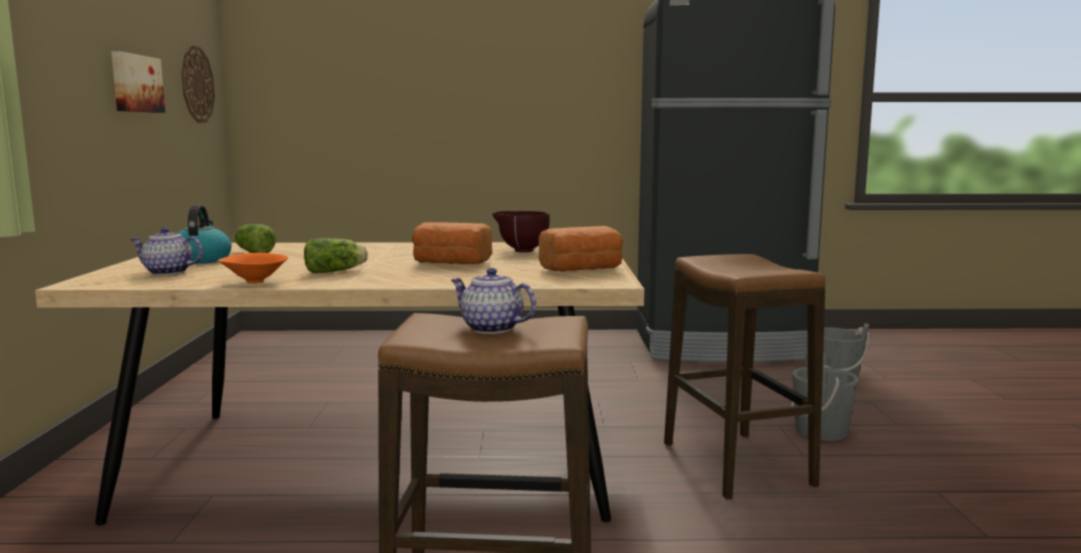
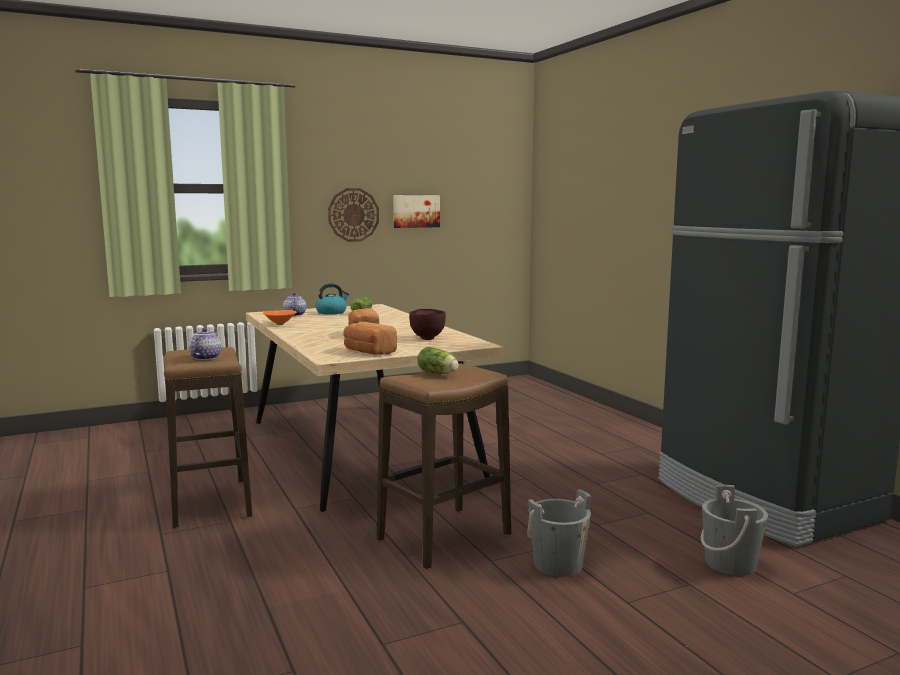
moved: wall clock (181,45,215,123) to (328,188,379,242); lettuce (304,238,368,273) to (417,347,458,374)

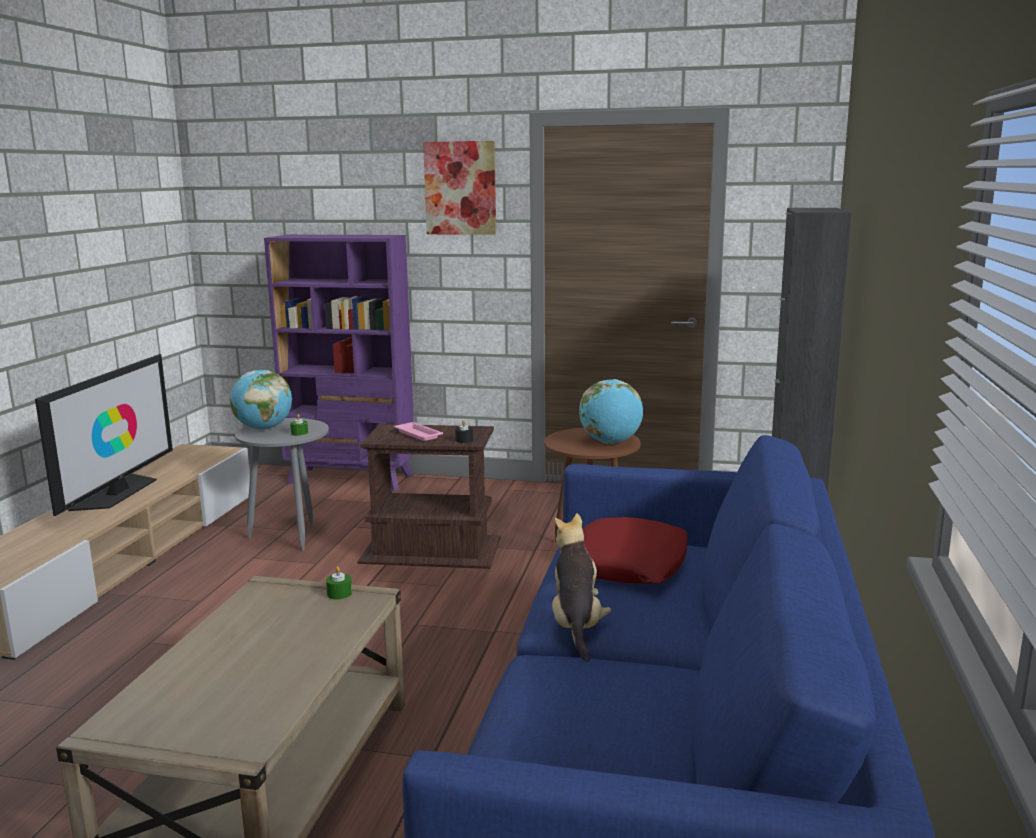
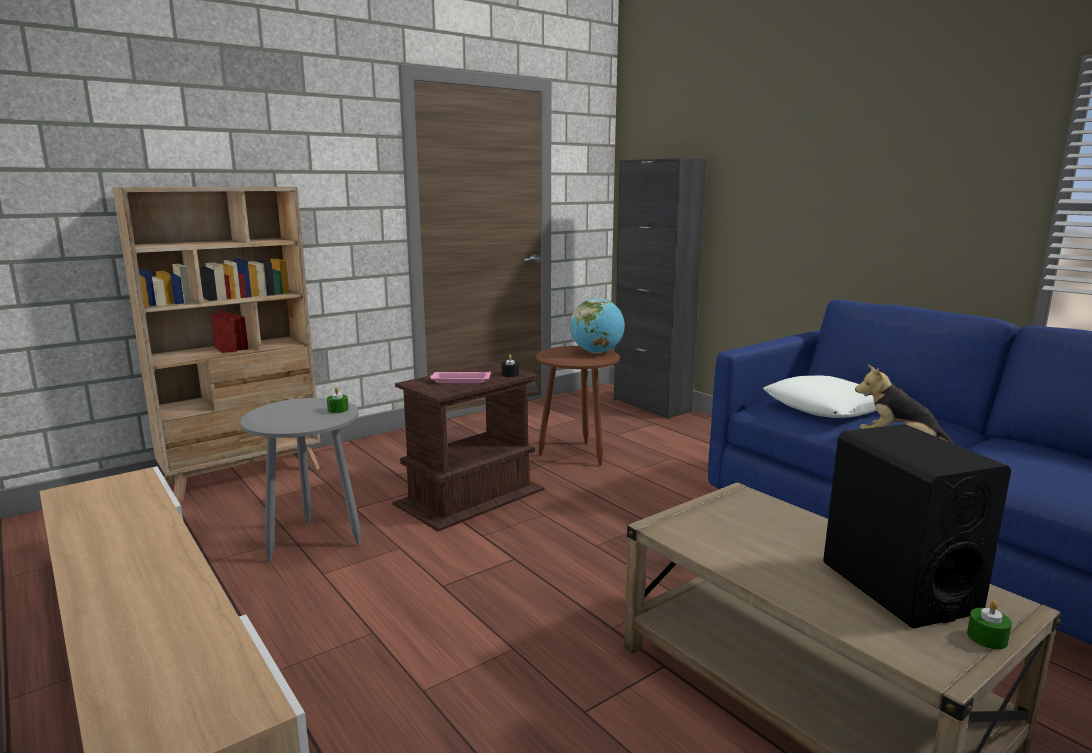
removed: picture (423,141,496,235); television (35,354,173,516); globe (230,370,292,430)
added: black speaker (823,424,1011,629)
moved: green candle (326,566,352,599) to (967,601,1012,649)
recoloured: purple bookcase (264,235,414,491) to beige bookcase (113,187,320,503); red pillow (582,517,688,584) to white pillow (763,375,877,418)

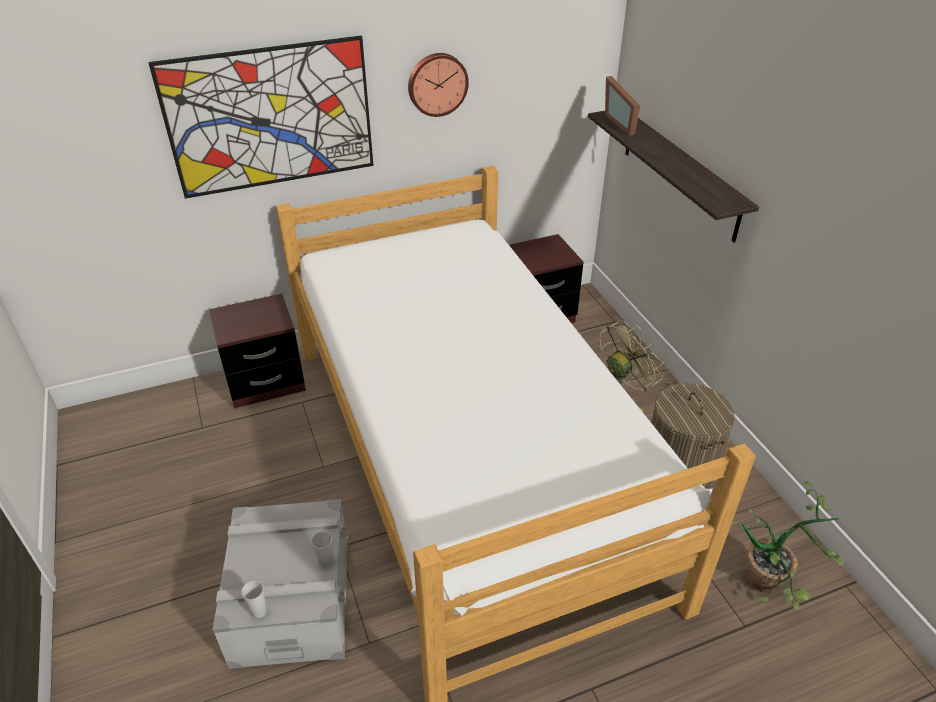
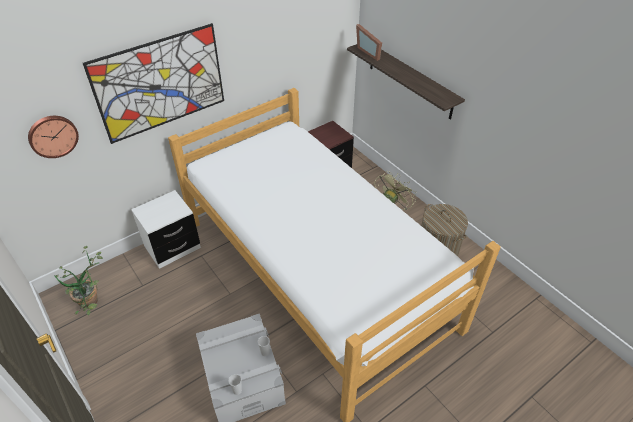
moved: wall clock (408,53,469,117) to (28,116,79,158); potted plant (731,481,844,611) to (55,246,103,315)
recoloured: brown nightstand (209,294,306,408) to white nightstand (131,190,201,269)

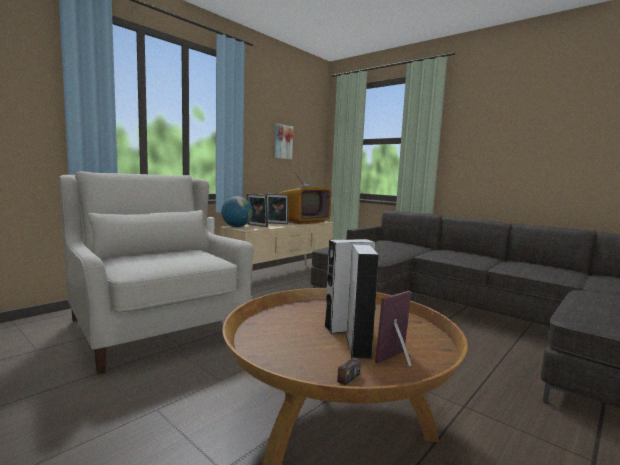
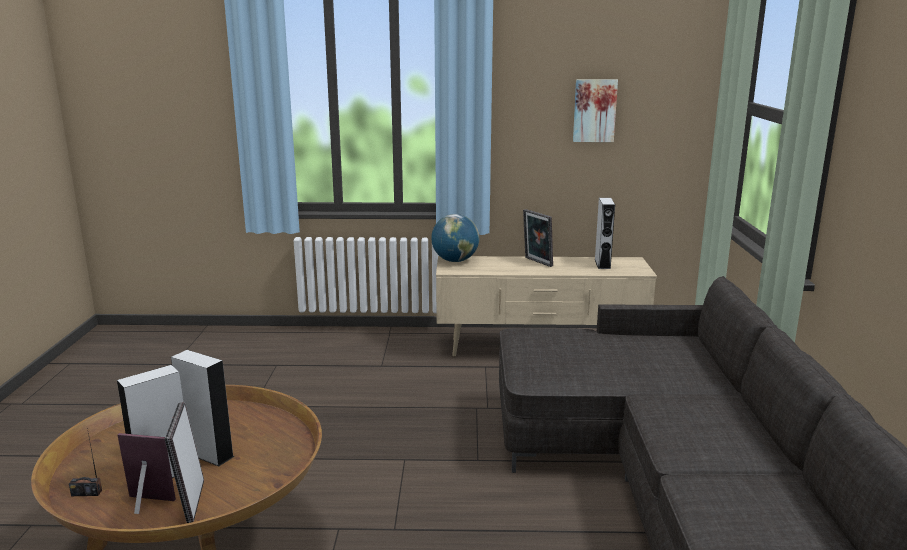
removed: white armchair (59,171,254,374)
moved: picture frame (247,194,268,227) to (165,402,204,523)
replaced: television (279,171,332,224) to grey speaker (595,198,615,269)

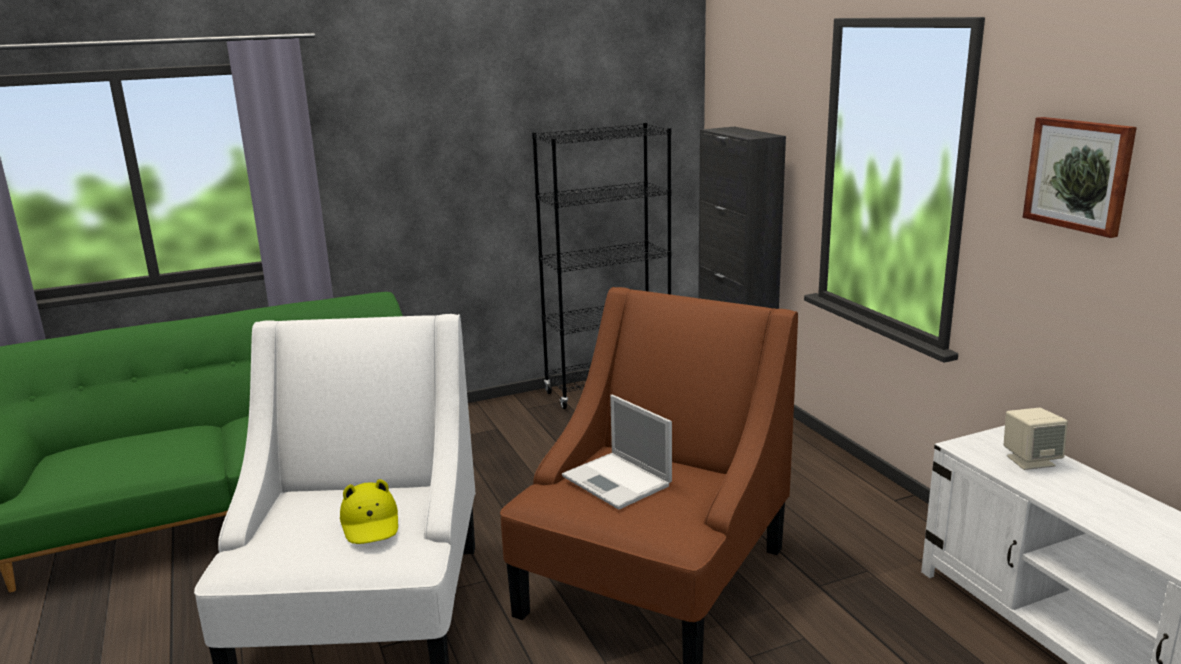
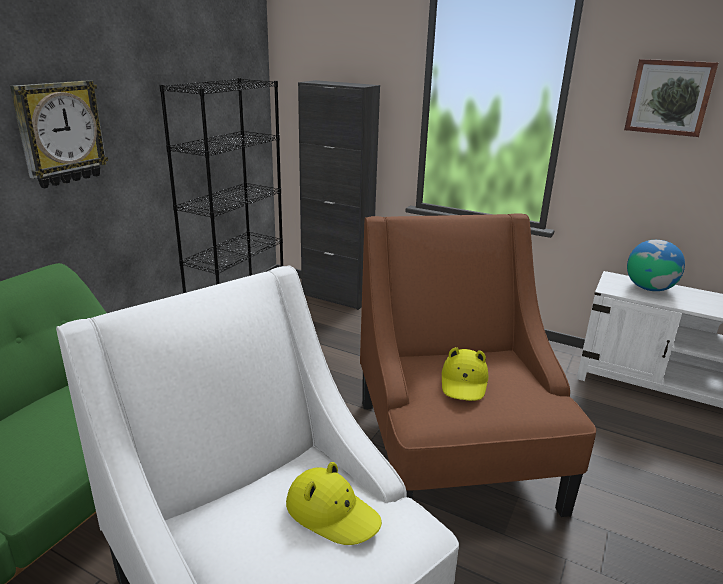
added: wall clock (10,80,108,188)
replaced: laptop (562,395,672,510) to yellow hat (442,347,488,401); beige speaker (1003,408,1068,470) to globe (627,240,685,291)

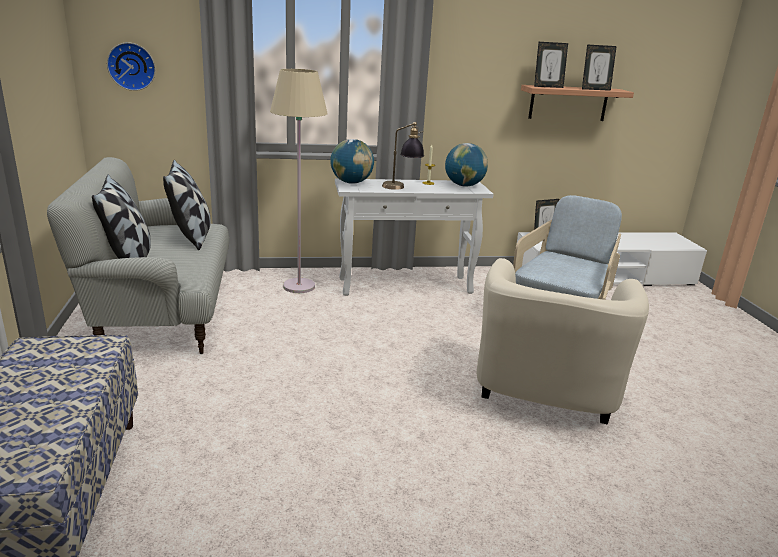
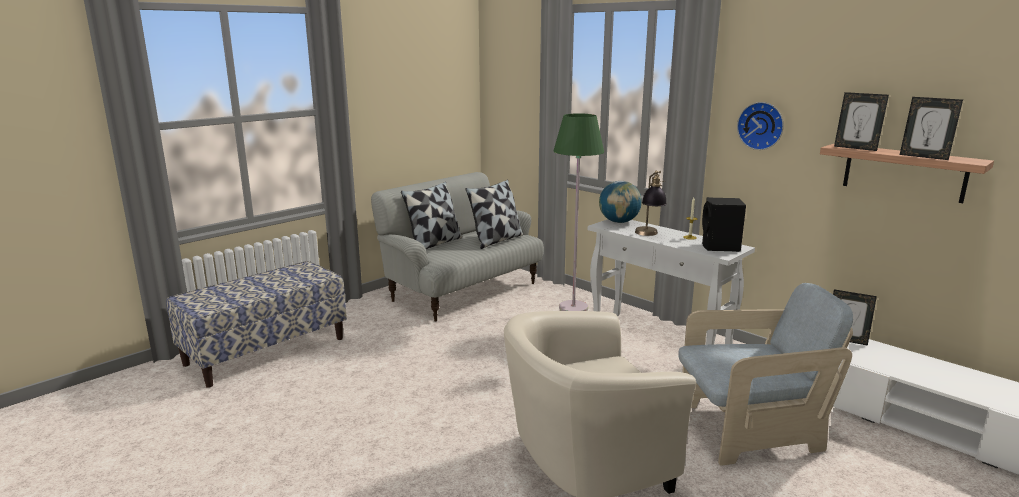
moved: wall clock (107,42,156,91) to (737,102,784,150)
replaced: globe (445,143,488,187) to black speaker (702,197,746,252)
recoloured: beige floor lamp (270,69,328,293) to green floor lamp (554,114,604,311)

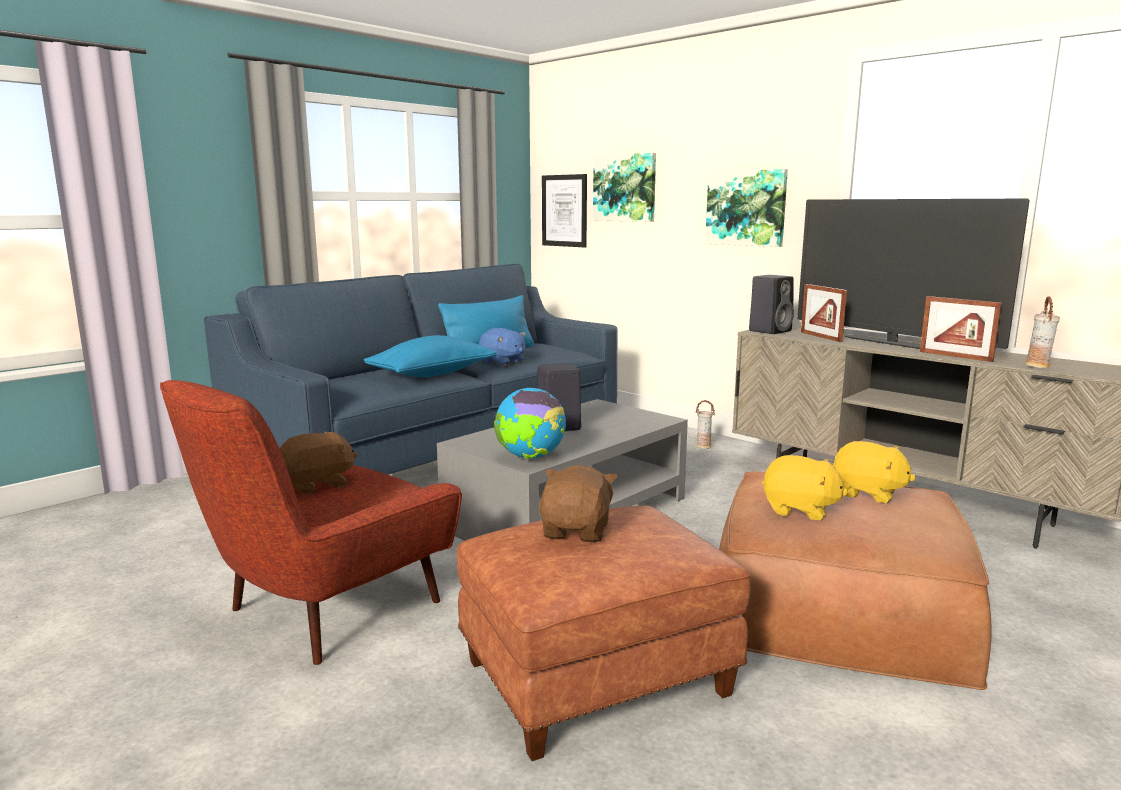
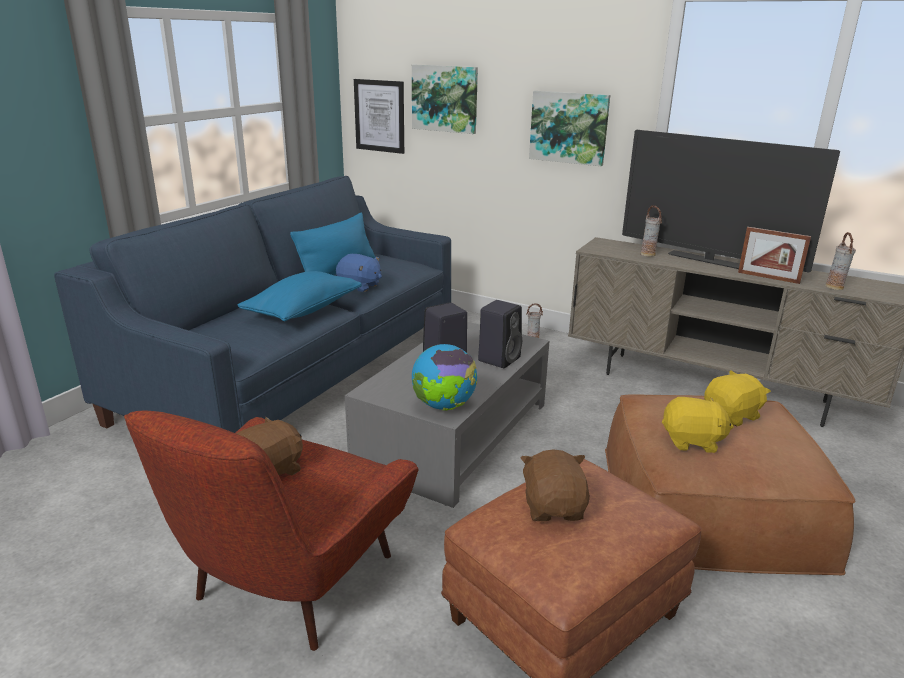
moved: black speaker (749,275,794,334) to (478,300,522,368)
replaced: picture frame (801,284,847,342) to vase (641,206,662,257)
turned: yellow plush toy (832,441,916,503) = (704,370,771,426) 45 degrees counterclockwise

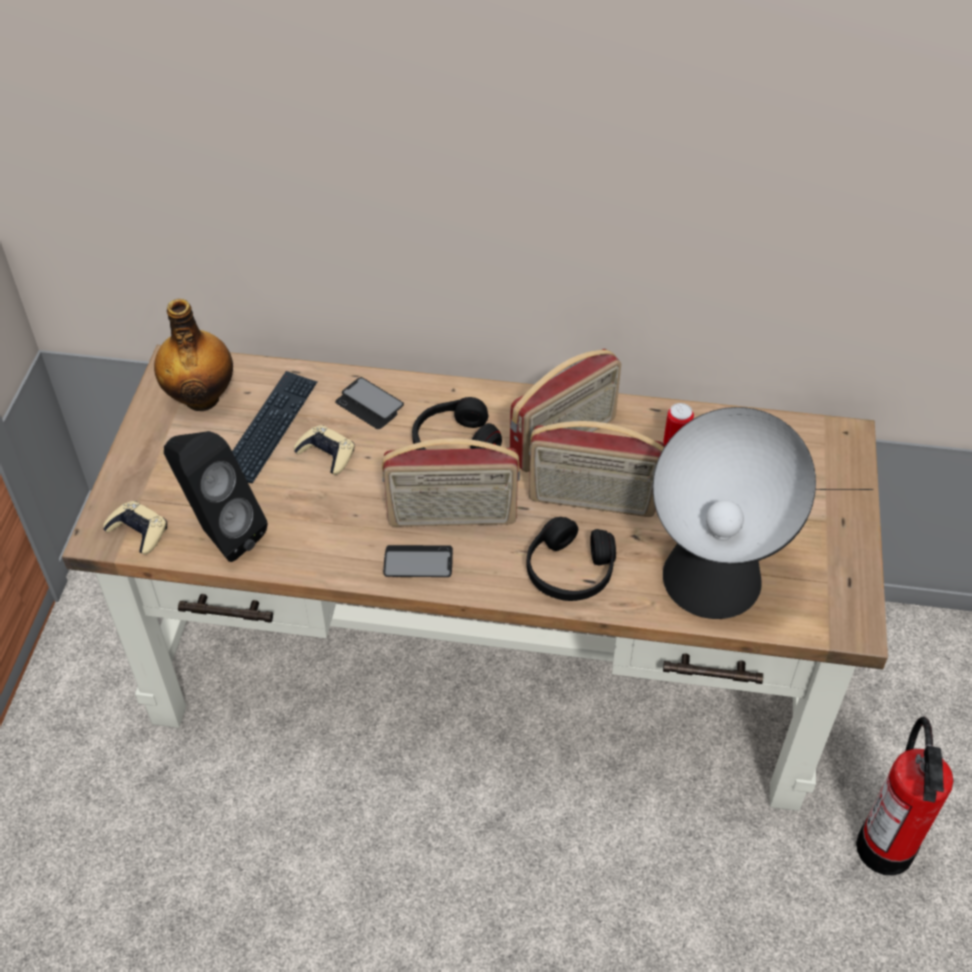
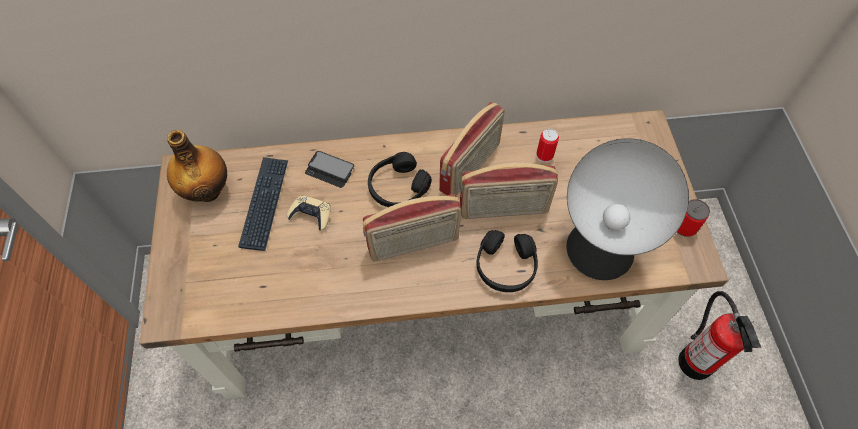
removed: black speaker (164,431,268,562); beige game controller (103,501,167,555); phone (383,545,453,577)
added: can (677,199,710,237)

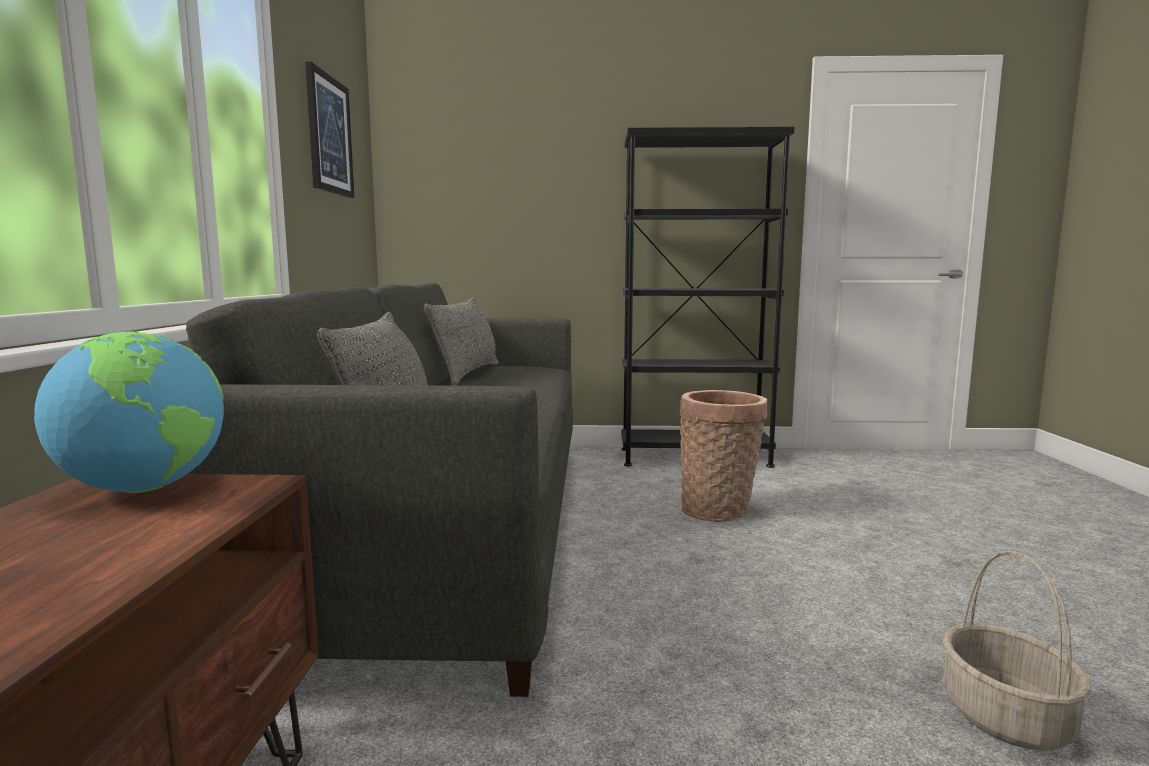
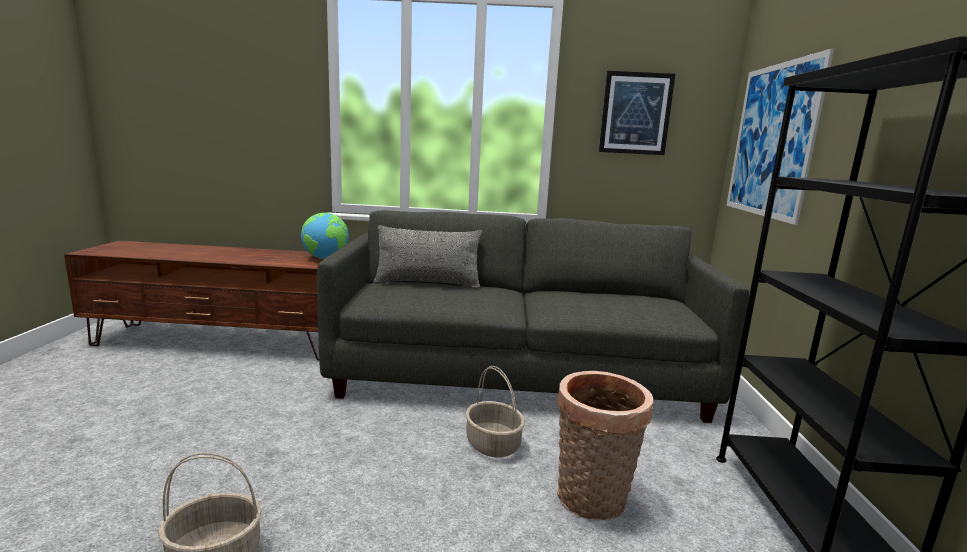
removed: grey pillow (424,297,499,386)
added: picture (726,48,834,225); basket (465,366,525,457)

